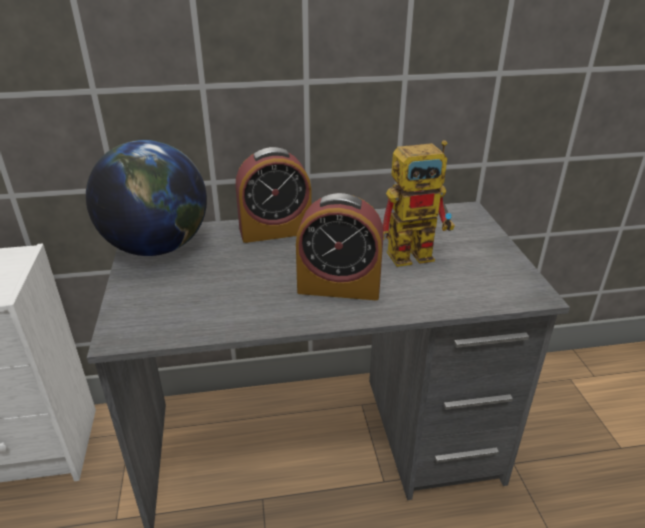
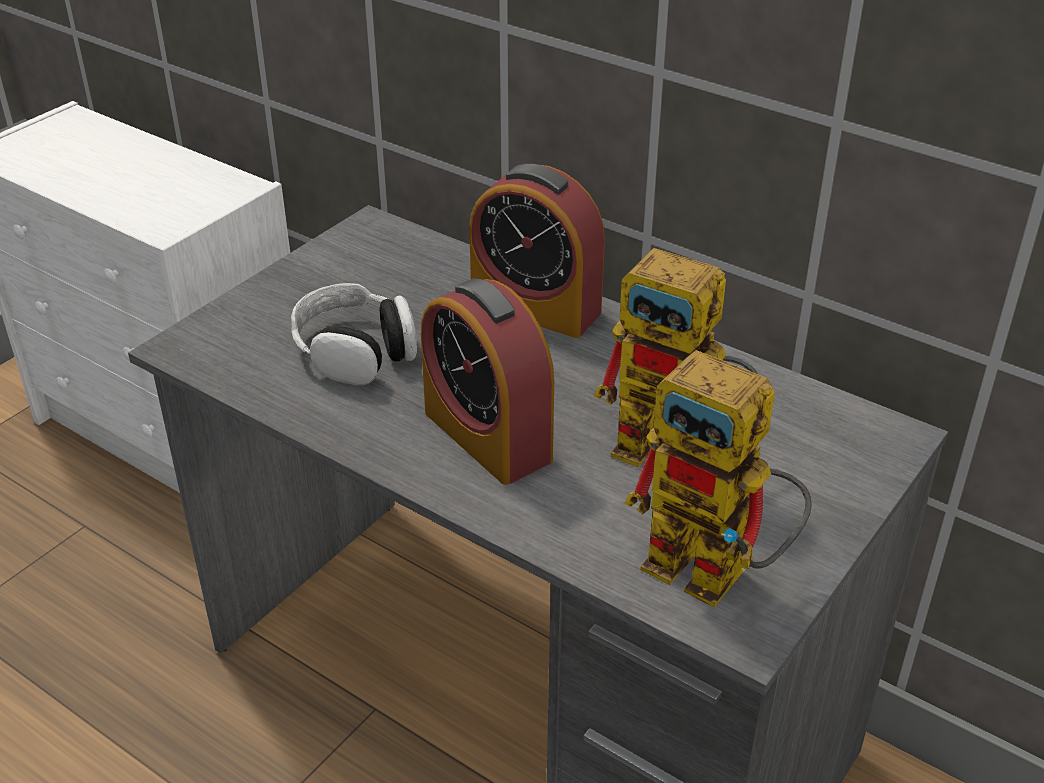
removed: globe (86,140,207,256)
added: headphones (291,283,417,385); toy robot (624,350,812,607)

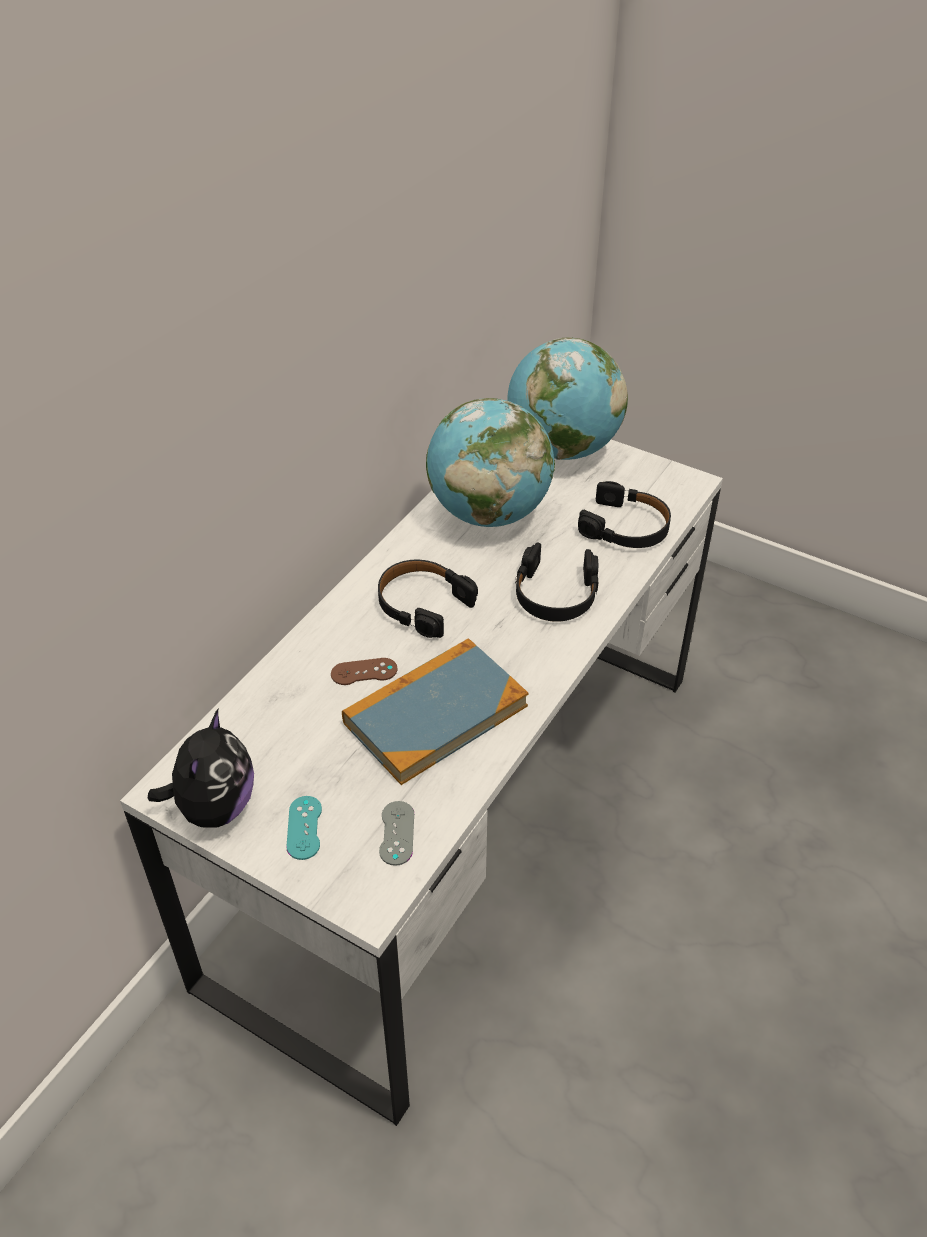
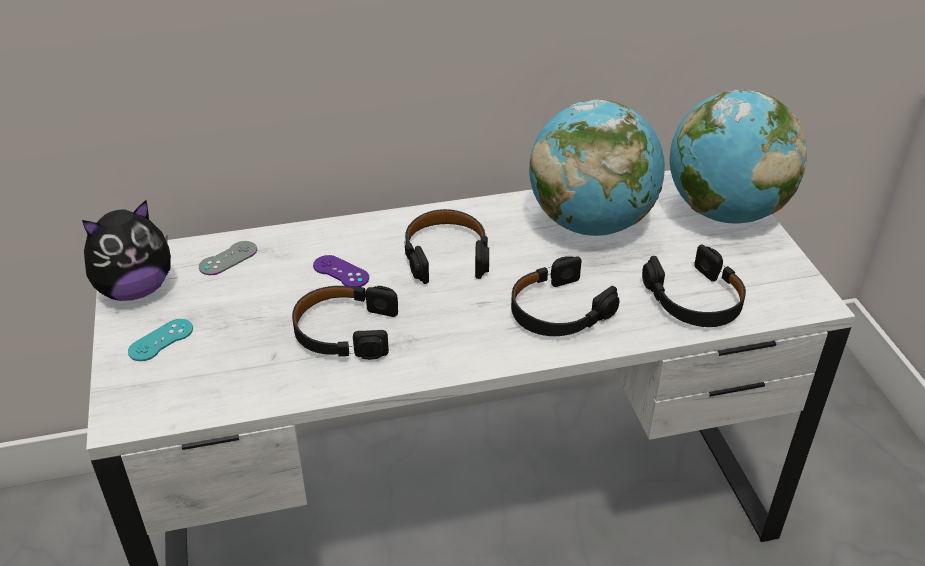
moved: grey game controller (379,801,414,866) to (199,241,257,275)
replaced: book (342,638,528,785) to black headphones (292,286,398,360)
recoloured: brown game controller (331,658,397,685) to purple game controller (313,255,369,287)

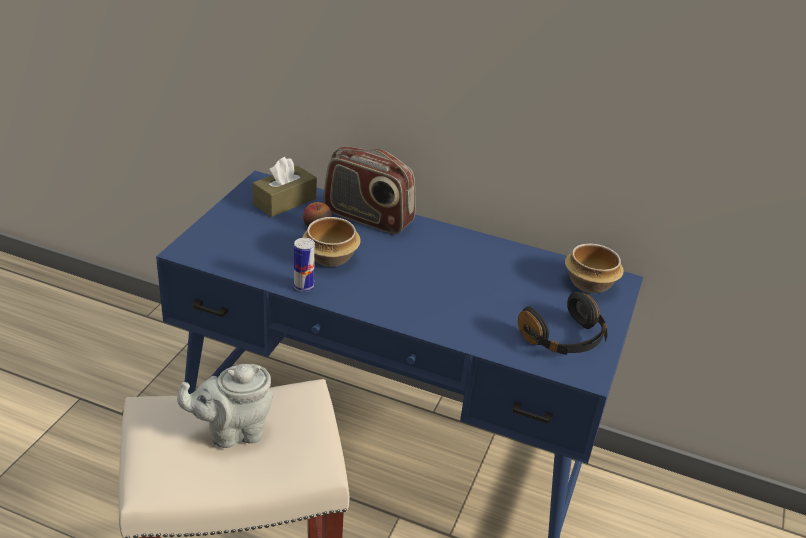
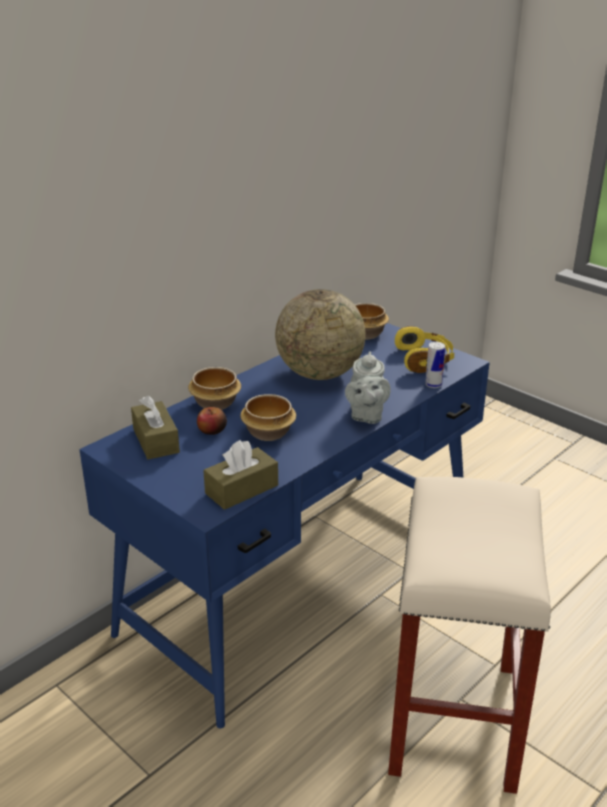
added: globe (275,289,366,380); brown tissue box (203,440,278,510)
moved: can (294,238,315,292) to (425,342,445,388); grey teapot (177,364,273,448) to (345,351,391,424)
replaced: radio (323,146,416,234) to bowl (188,367,241,410)
recoloured: black headphones (518,292,608,355) to yellow headphones (395,326,454,373)

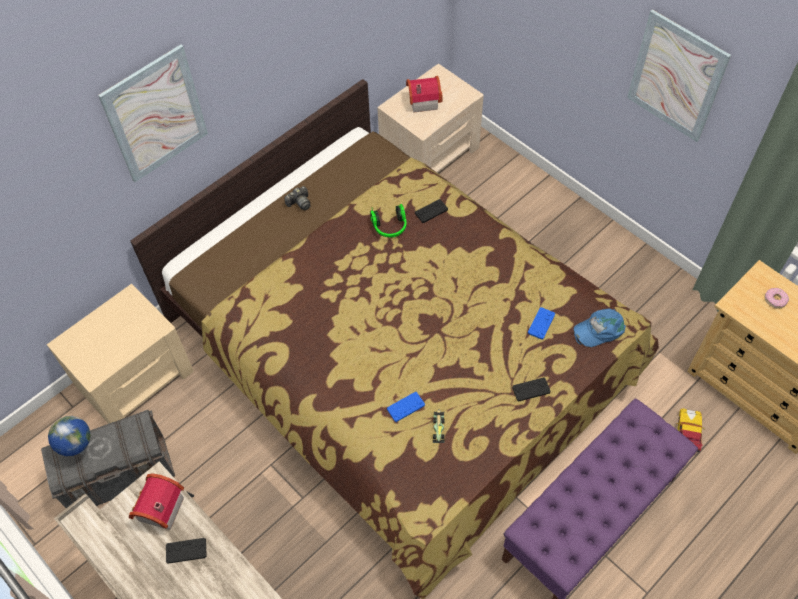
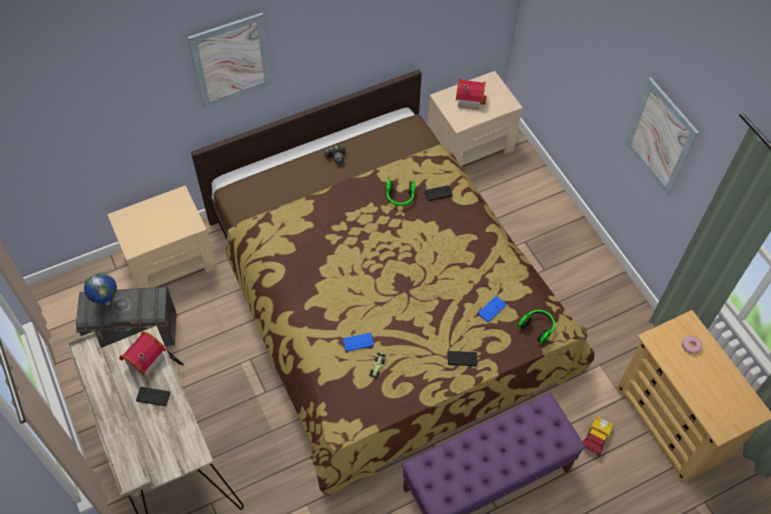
replaced: blue cap (573,308,626,347) to headphones (518,310,555,345)

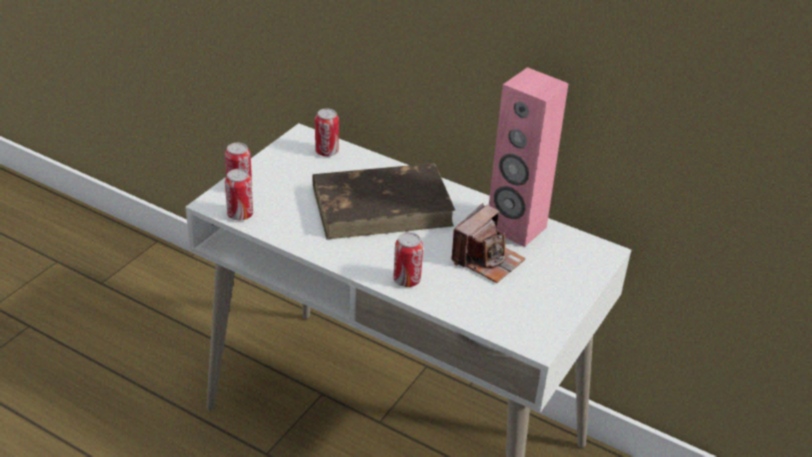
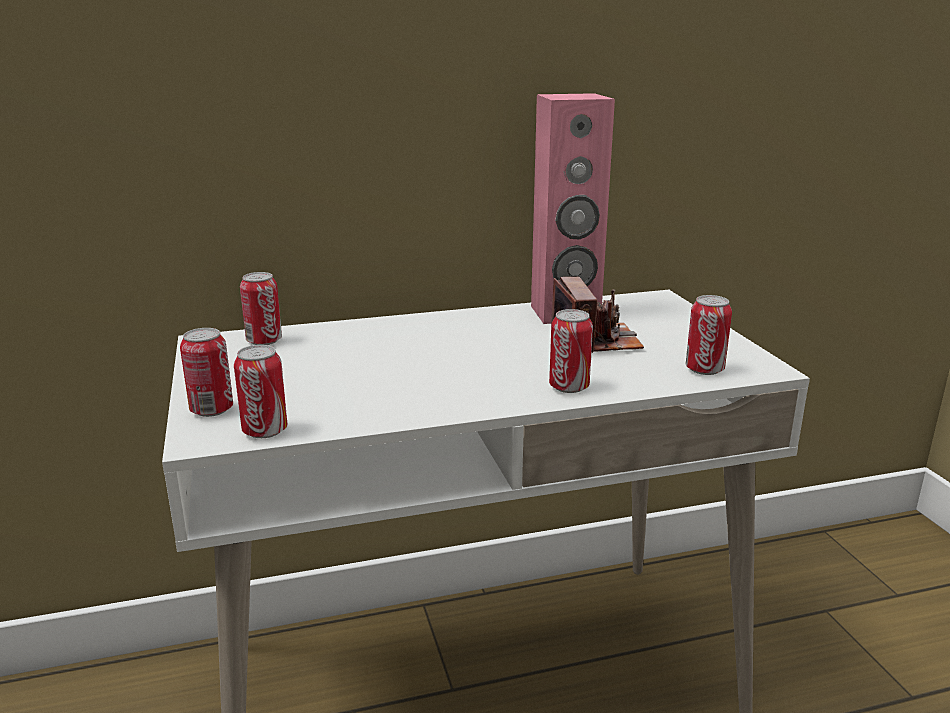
removed: brown book (312,163,455,239)
added: can (686,295,732,375)

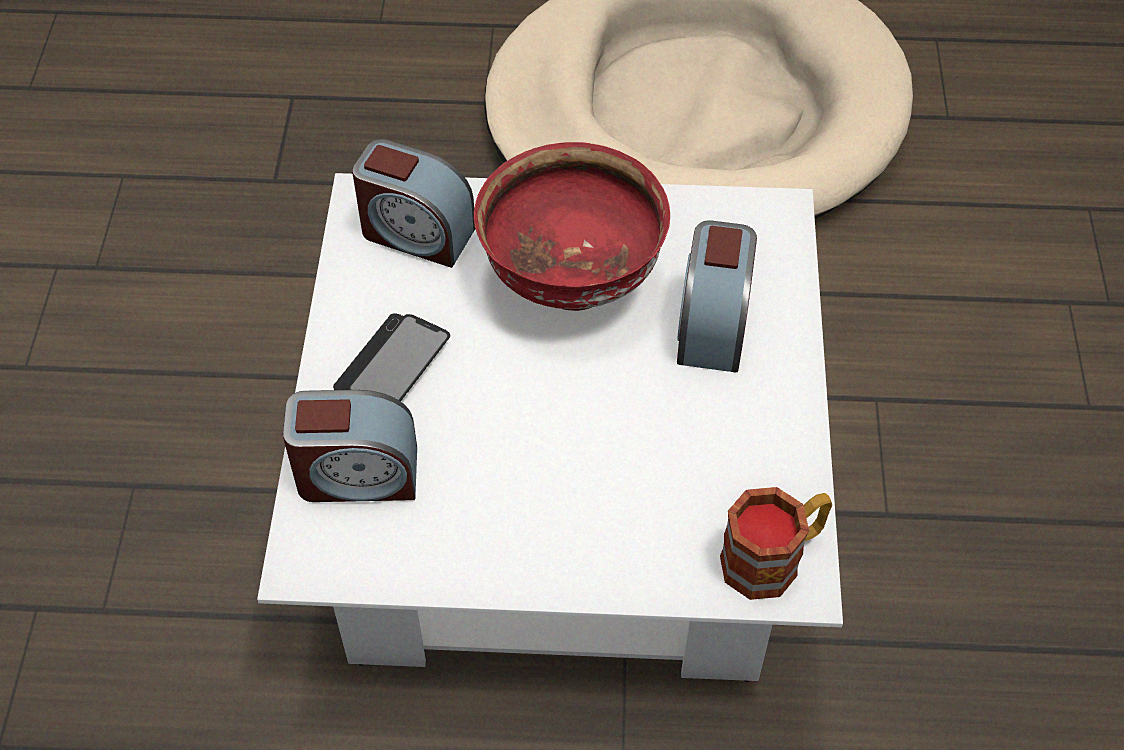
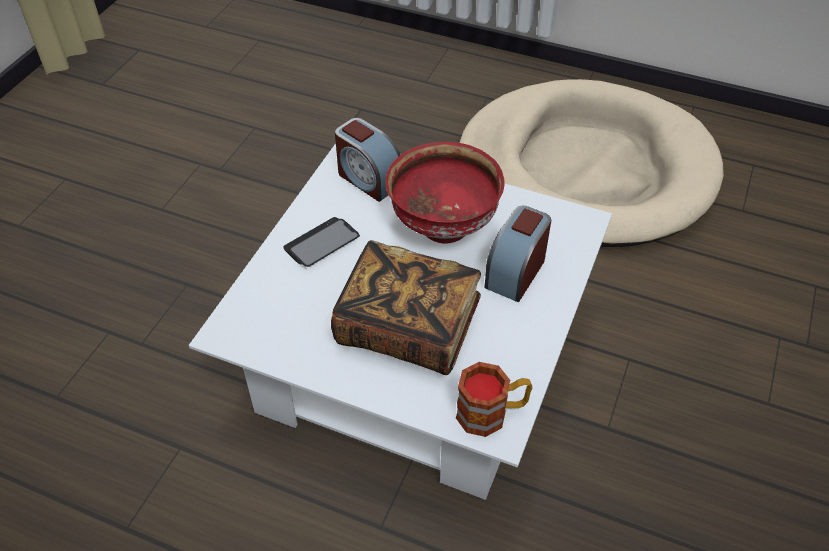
removed: alarm clock (283,390,417,502)
added: book (331,240,481,375)

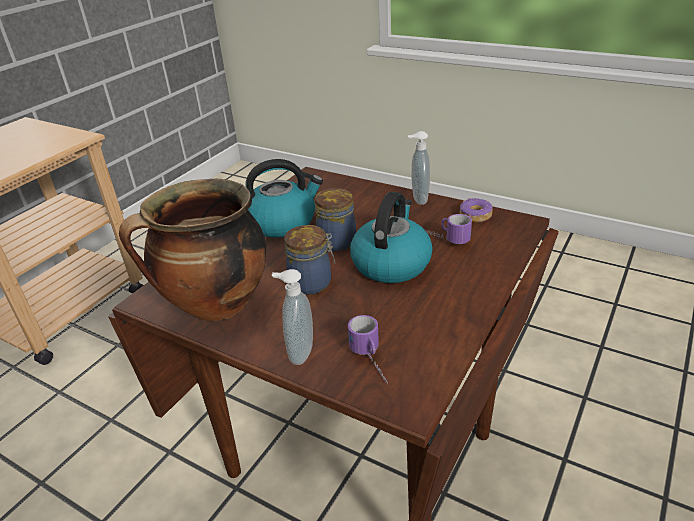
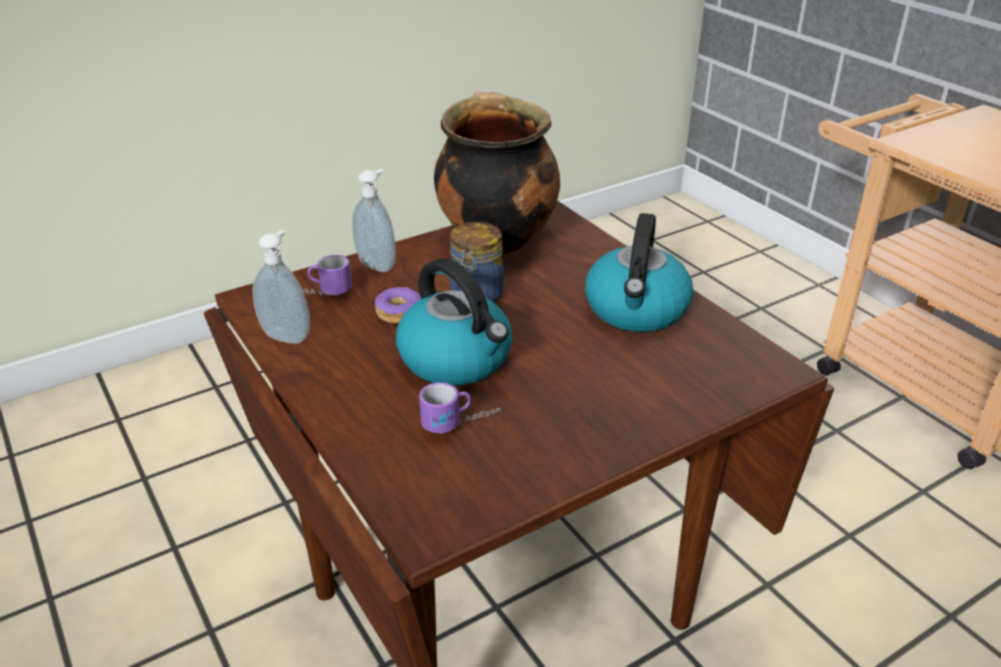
removed: jar (315,188,356,251)
moved: soap dispenser (408,131,430,205) to (252,230,310,344); donut (460,198,493,222) to (375,287,421,323)

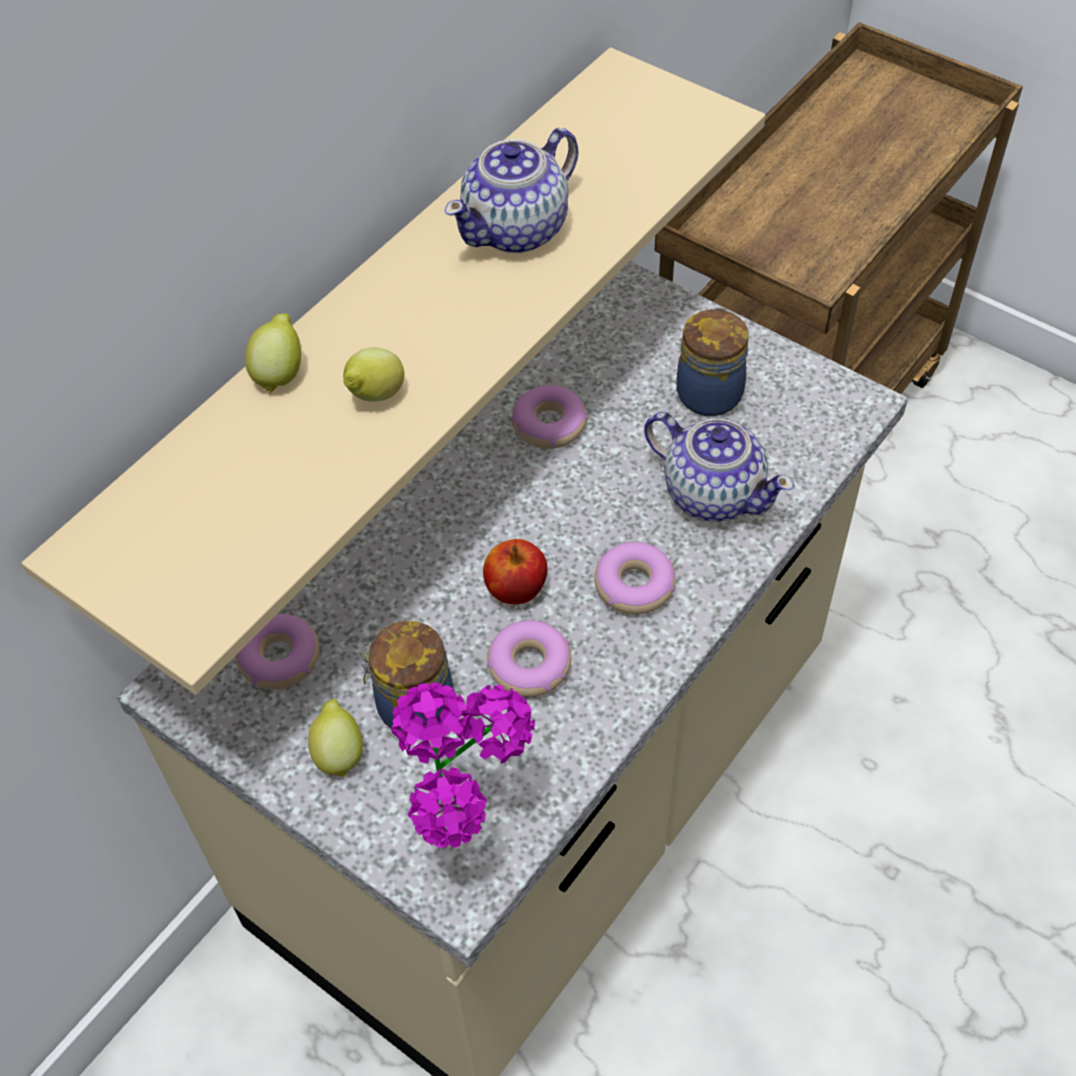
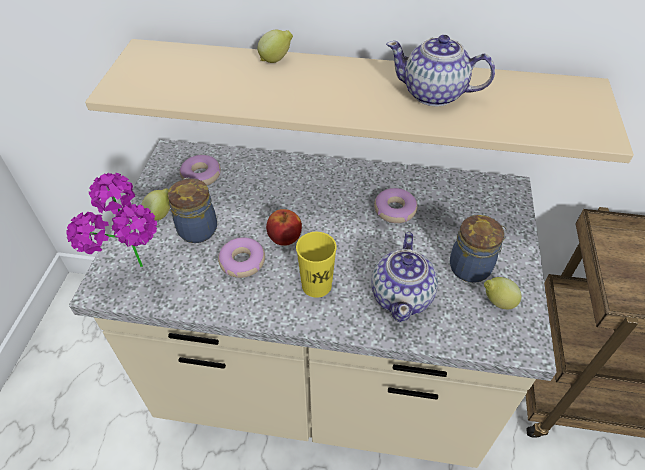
moved: lemon (343,347,404,401) to (484,277,521,309)
replaced: donut (594,542,676,614) to yellow cup (296,232,337,298)

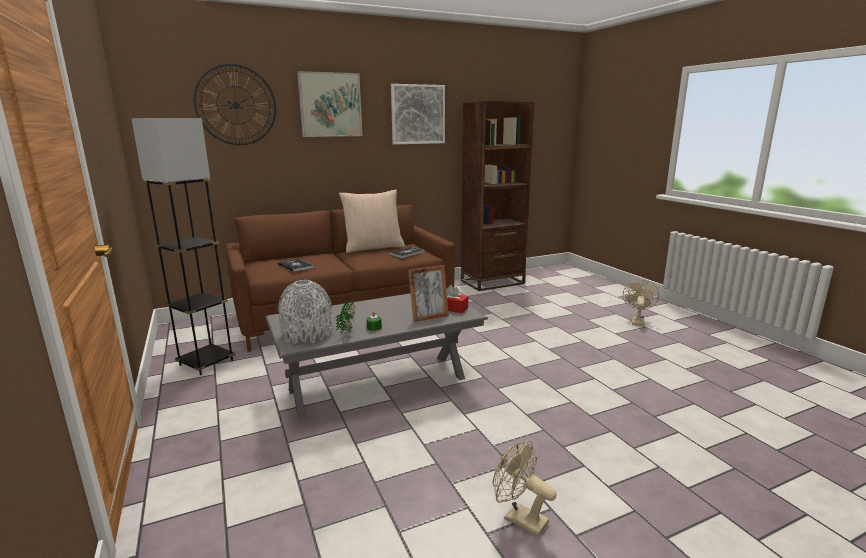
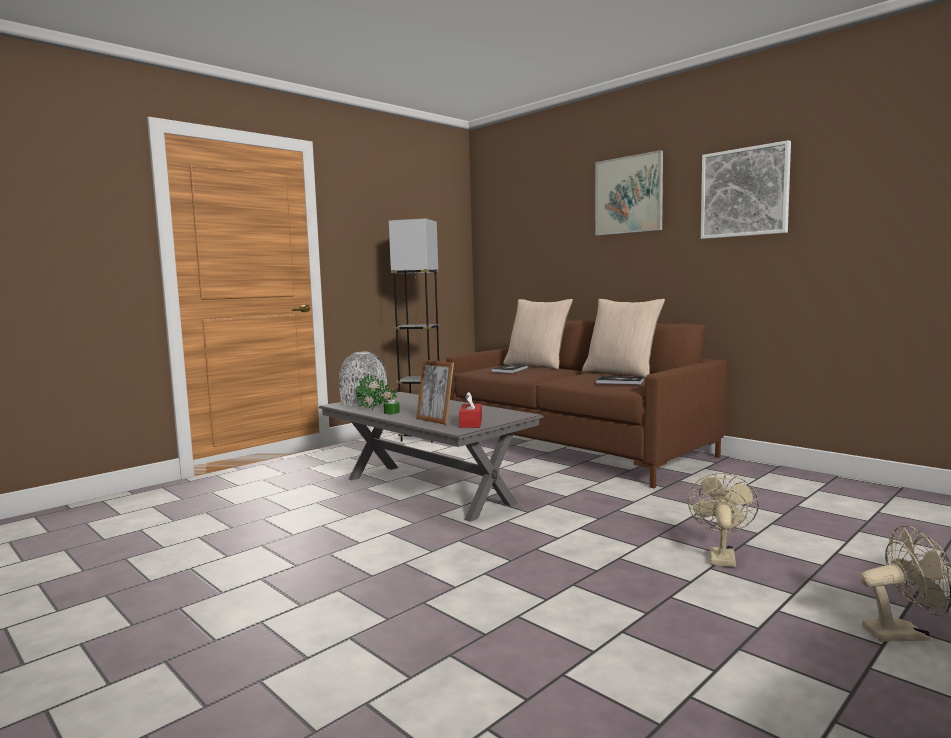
removed: wall clock (193,64,276,145); brown bookcase (461,101,534,291)
added: beige pillow (503,299,573,370)
moved: beige fan (493,440,557,537) to (688,473,759,567)

